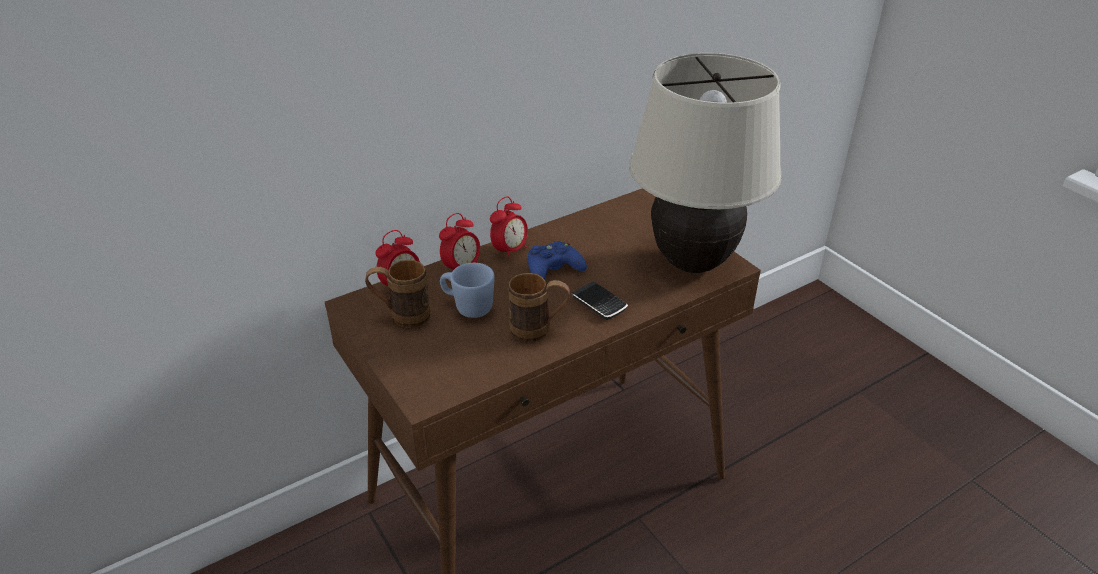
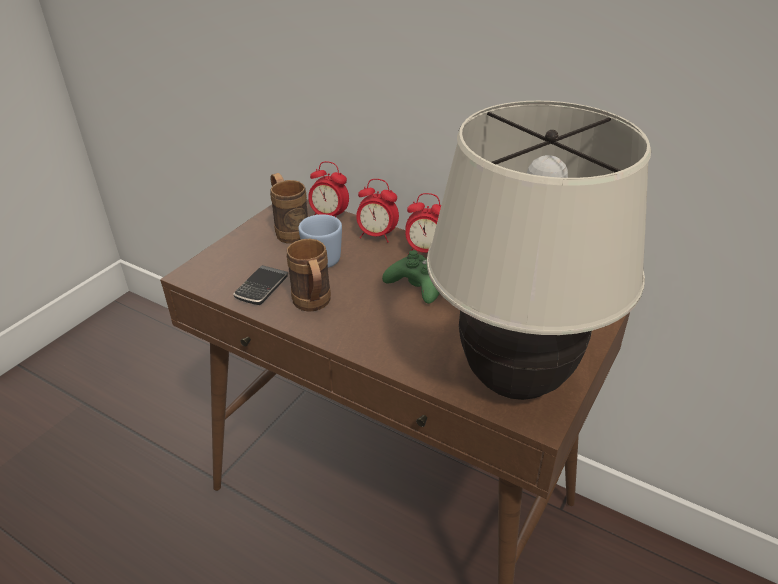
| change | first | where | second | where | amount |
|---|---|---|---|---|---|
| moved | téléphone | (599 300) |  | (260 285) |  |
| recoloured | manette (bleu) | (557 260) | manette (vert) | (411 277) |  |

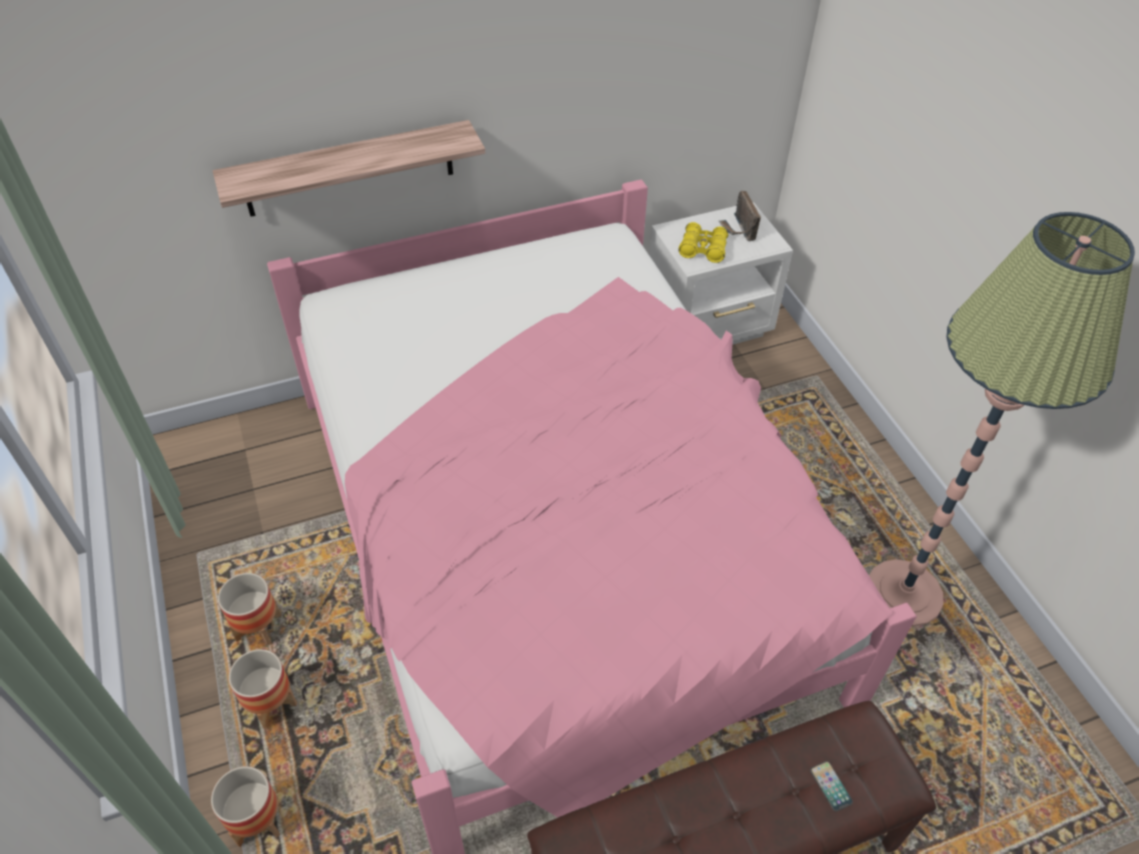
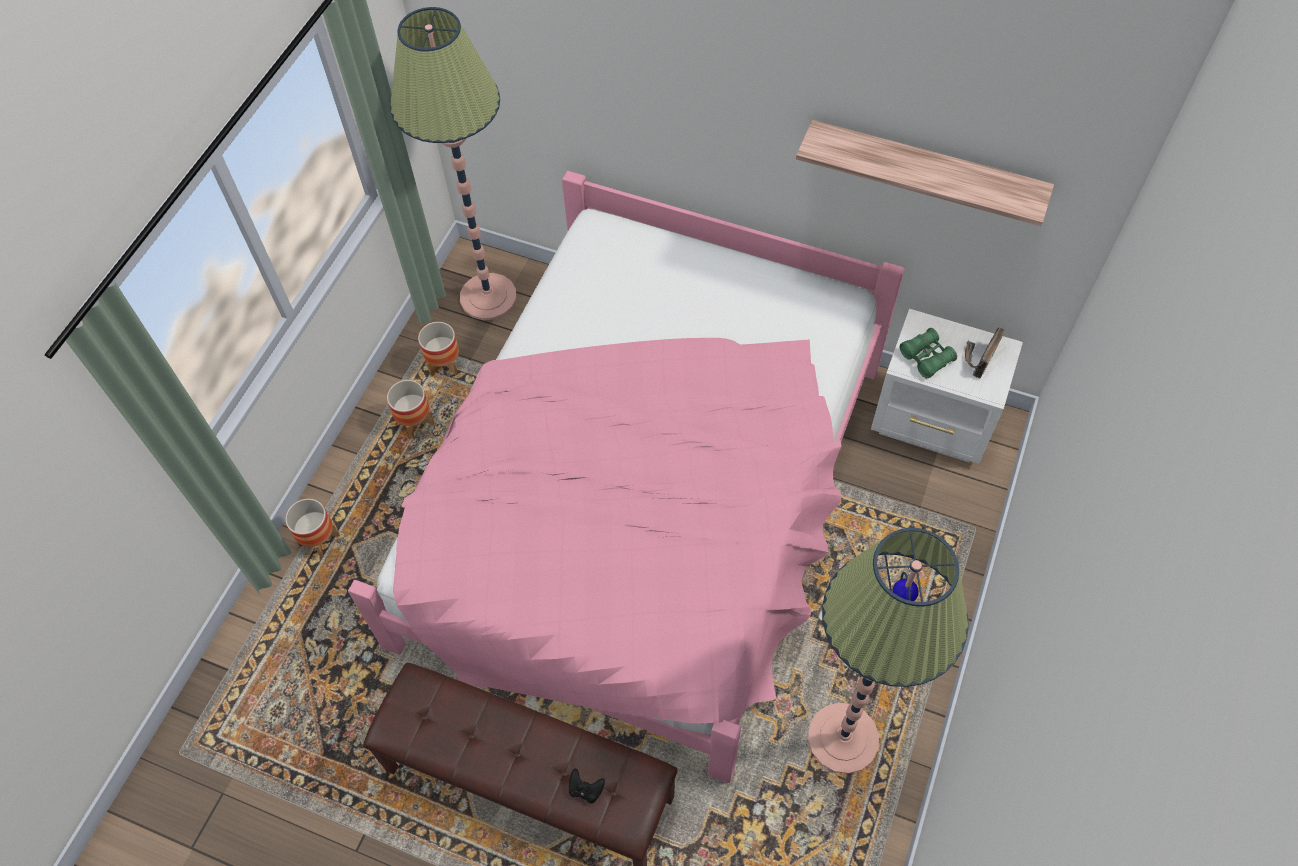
| change | first | where | second | where | amount |
|---|---|---|---|---|---|
| added |  |  | lampadaire | (453 163) |  |
| moved | étagère | (349 168) |  | (925 173) |  |
| moved | cache-pot | (263 689) |  | (438 349) |  |
| replaced | téléphone | (831 786) | manette (noir) | (587 785) |  |
| recoloured | jumelles (jaune) | (703 242) | jumelles (vert) | (928 353) |  |

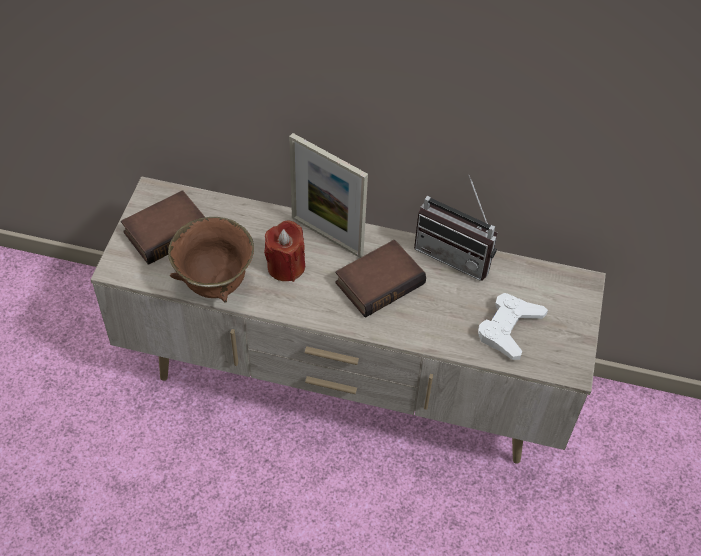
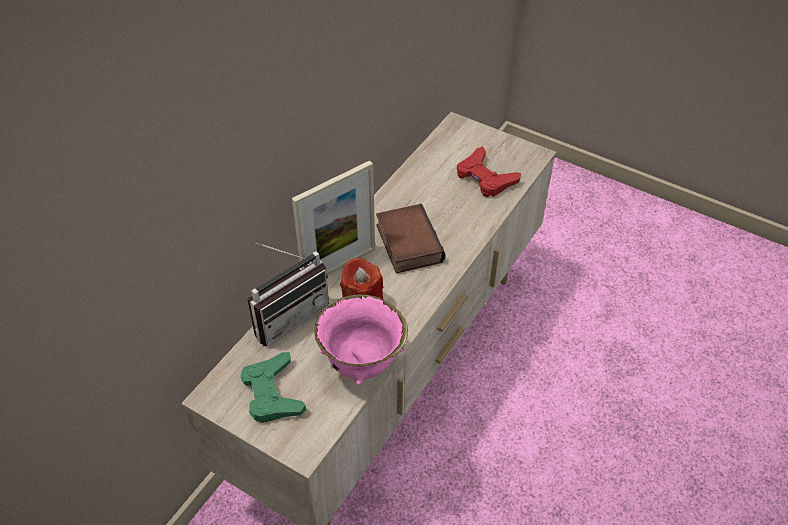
| change | first | where | second | where | amount |
|---|---|---|---|---|---|
| moved | radio | (456 228) |  | (288 295) |  |
| replaced | livre | (163 227) | manette (vert) | (273 387) |  |
| recoloured | bol (marron) | (211 260) | bol (rose) | (361 339) |  |
| recoloured | manette (blanc) | (513 326) | manette (rouge) | (489 171) |  |

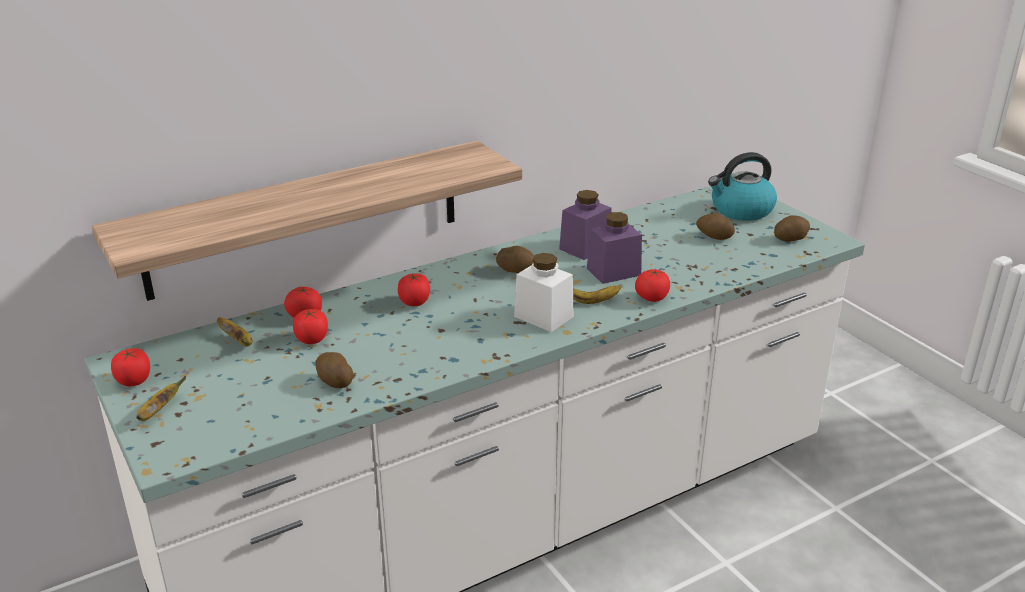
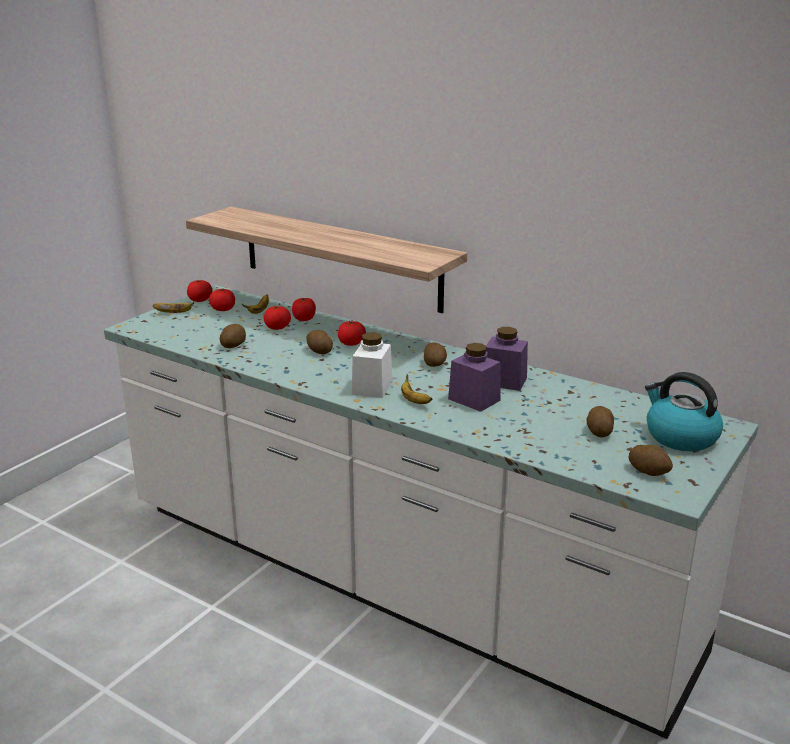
| change | first | where | second | where | amount |
|---|---|---|---|---|---|
| added |  |  | pomme de terre | (319 342) |  |
| moved | tomate | (652 285) |  | (222 300) |  |

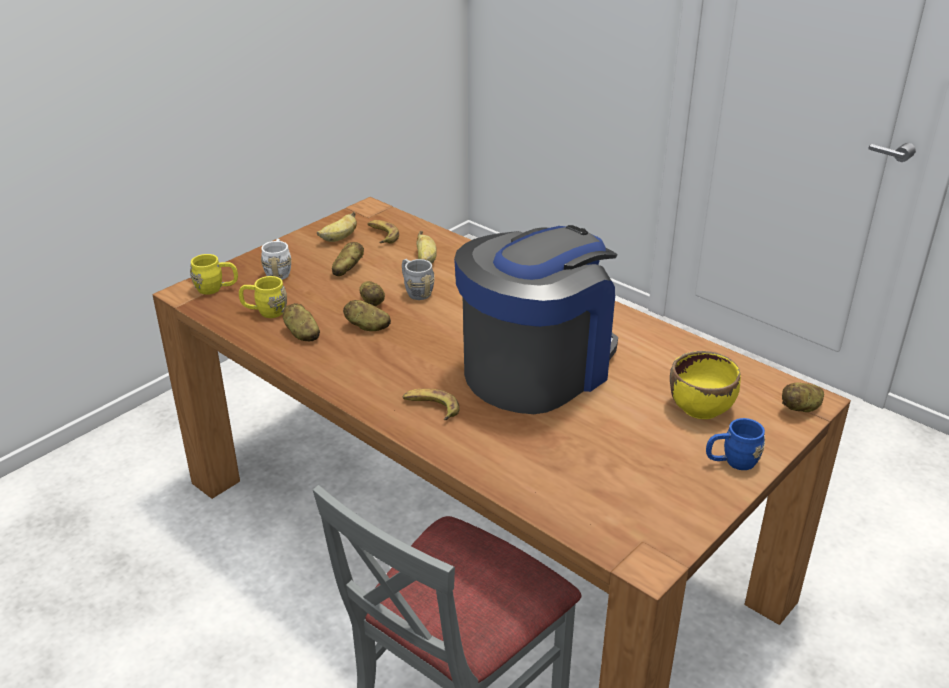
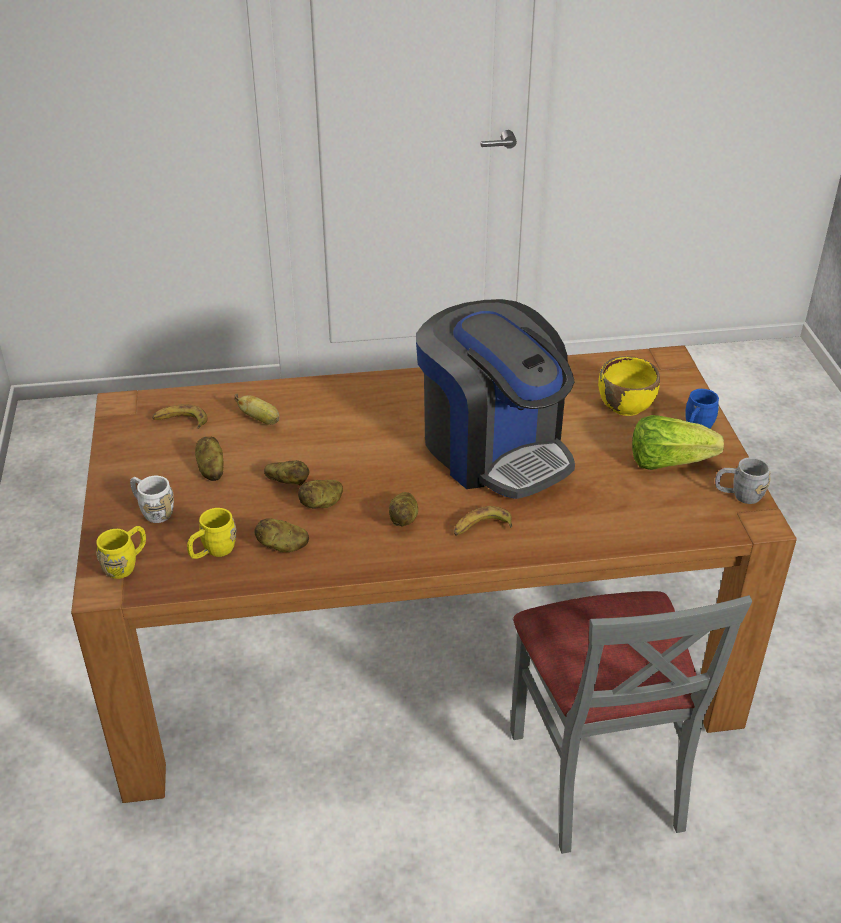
| change | first | where | second | where | amount |
|---|---|---|---|---|---|
| removed | banane | (337 226) |  |  |  |
| added |  |  | laitue | (678 442) |  |
| moved | mug (gris) | (418 279) |  | (743 480) |  |
| moved | pomme de terre | (803 397) |  | (403 509) |  |
| turned | machine à café | (536 319) |  | (495 399) | 150 degrees clockwise |

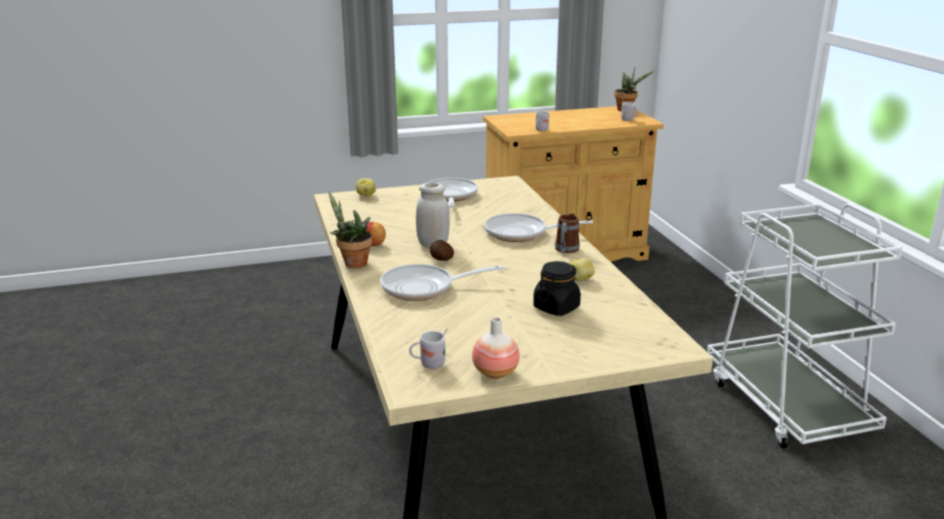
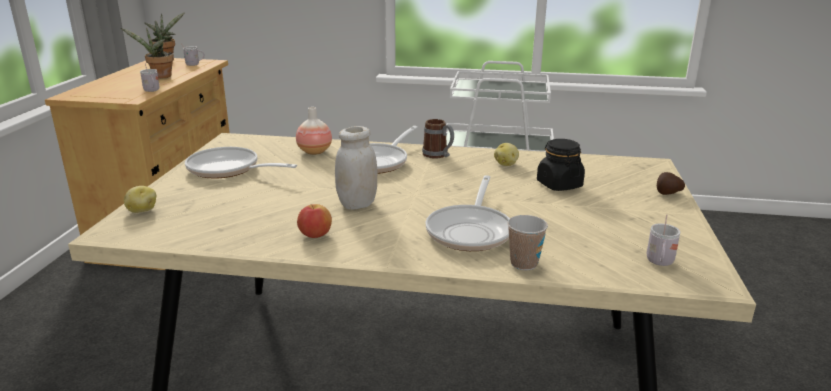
| change | first | where | second | where | amount |
|---|---|---|---|---|---|
| added |  |  | tasse | (527 242) |  |
| moved | plante en pot | (351 229) |  | (147 53) |  |
| moved | pomme de terre | (442 250) |  | (671 183) |  |
| moved | vase | (496 348) |  | (314 131) |  |

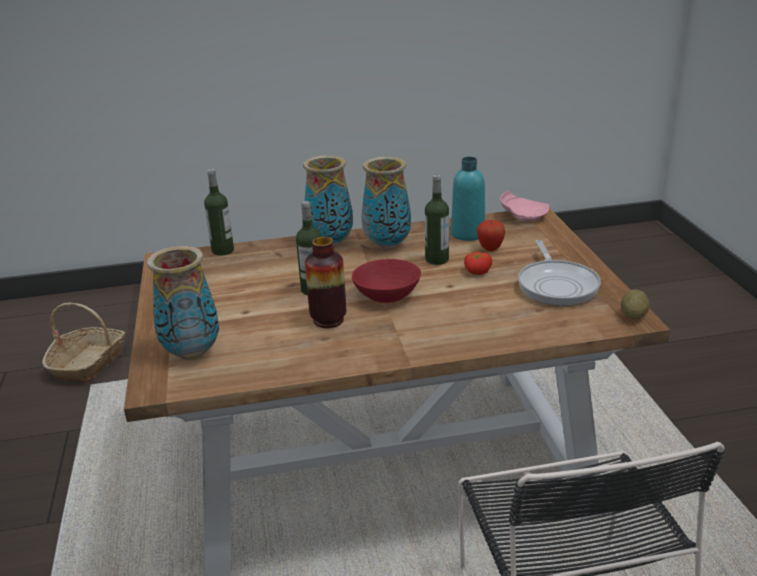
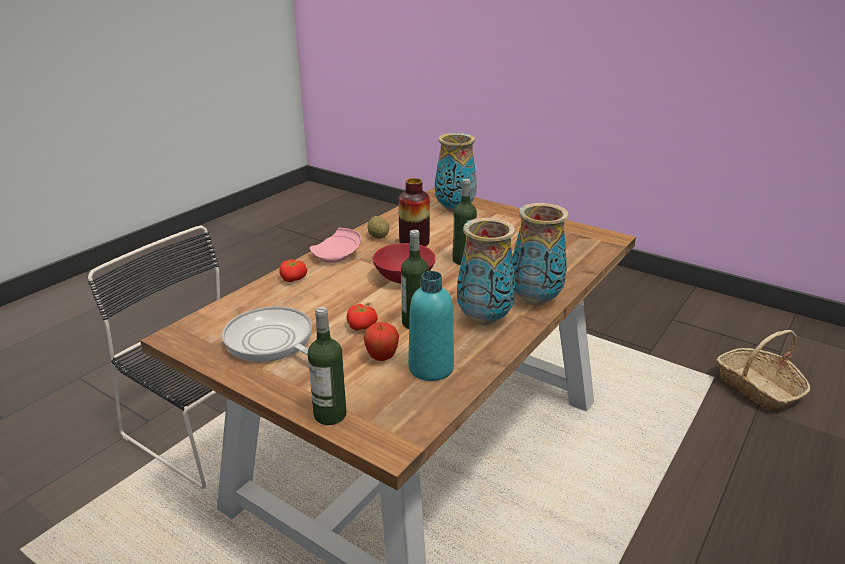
| change | first | where | second | where | amount |
|---|---|---|---|---|---|
| added |  |  | tomate | (293 270) |  |
| moved | bouteille | (219 212) |  | (327 366) |  |
| moved | assiette (rose) | (524 206) |  | (335 245) |  |
| moved | pomme de terre | (635 304) |  | (378 227) |  |

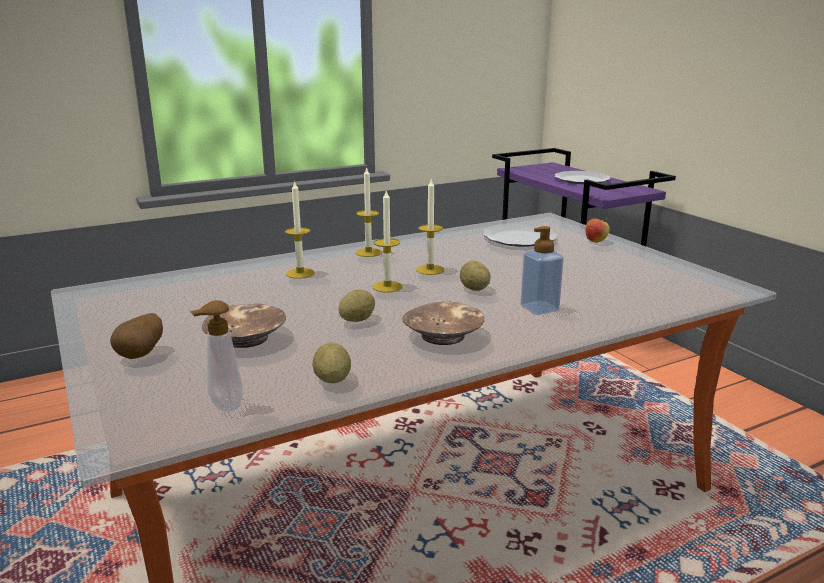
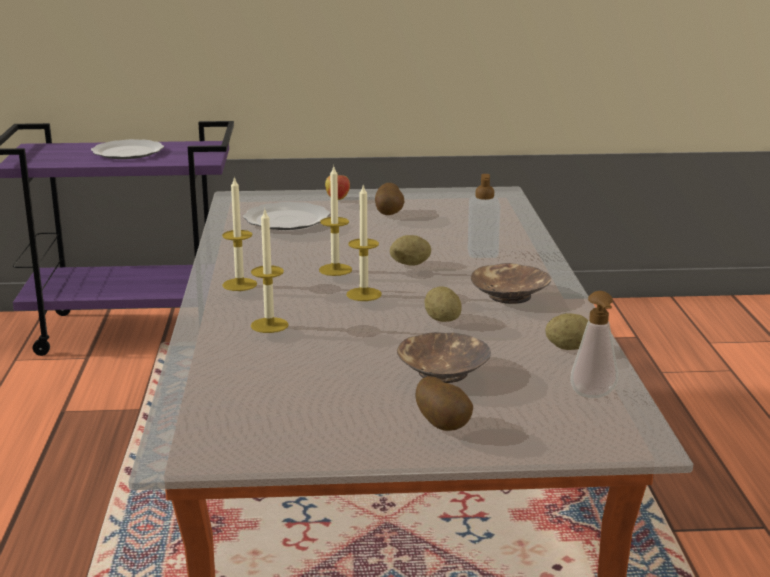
| change | first | where | second | where | amount |
|---|---|---|---|---|---|
| added |  |  | pomme de terre | (389 199) |  |

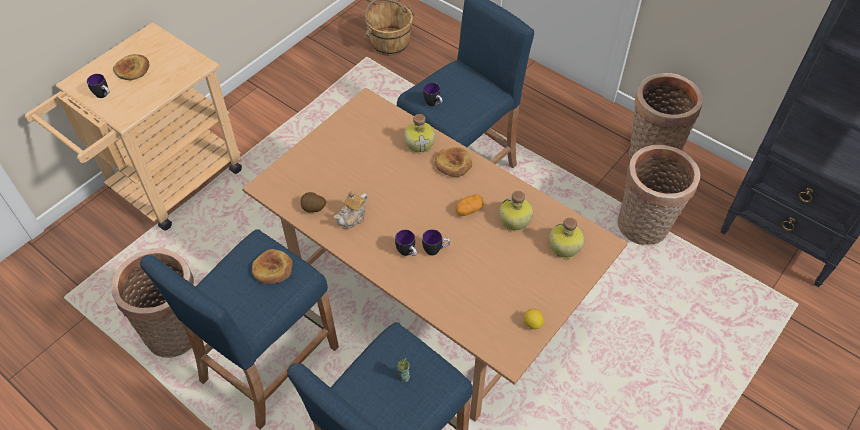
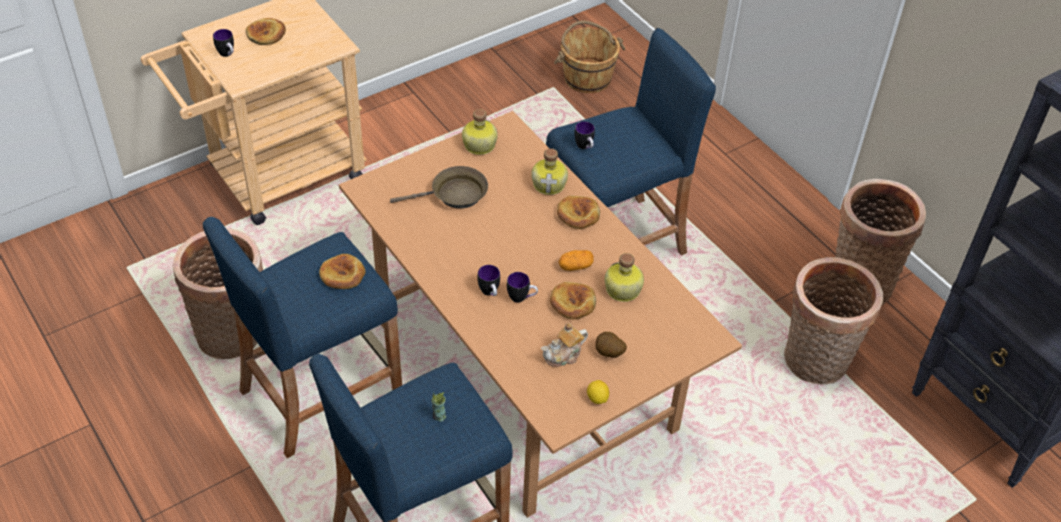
| change | first | where | second | where | amount |
|---|---|---|---|---|---|
| added |  |  | poêle (marron) | (439 187) |  |
| added |  |  | pain | (573 301) |  |
| moved | pomme de terre | (313 202) |  | (611 345) |  |
| moved | théière | (351 210) |  | (564 345) |  |
| moved | bouteille | (566 238) |  | (480 132) |  |

